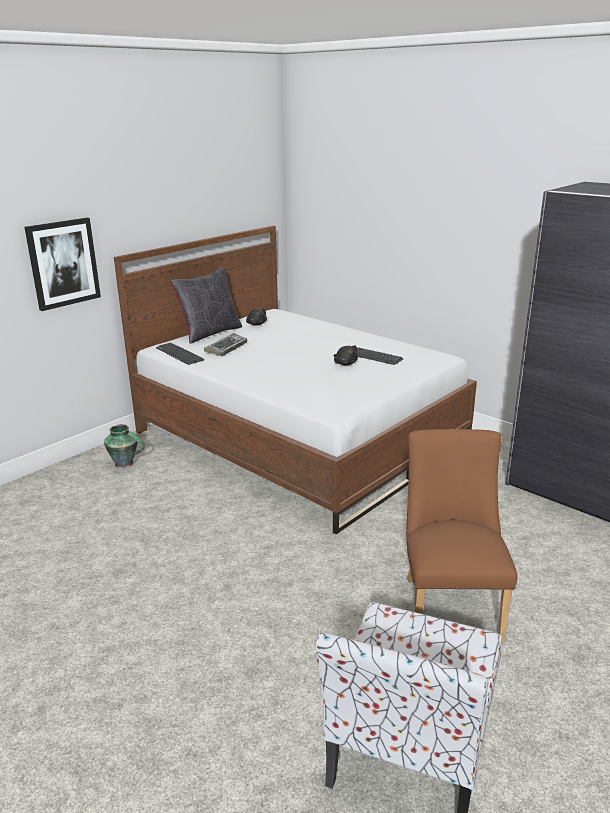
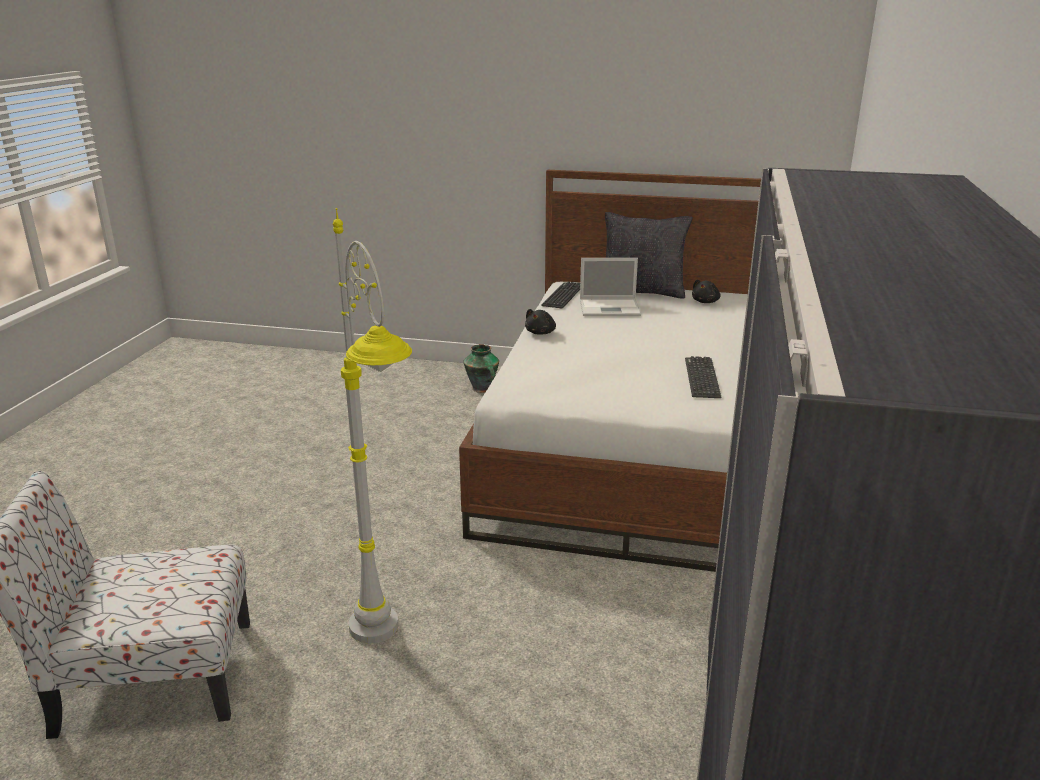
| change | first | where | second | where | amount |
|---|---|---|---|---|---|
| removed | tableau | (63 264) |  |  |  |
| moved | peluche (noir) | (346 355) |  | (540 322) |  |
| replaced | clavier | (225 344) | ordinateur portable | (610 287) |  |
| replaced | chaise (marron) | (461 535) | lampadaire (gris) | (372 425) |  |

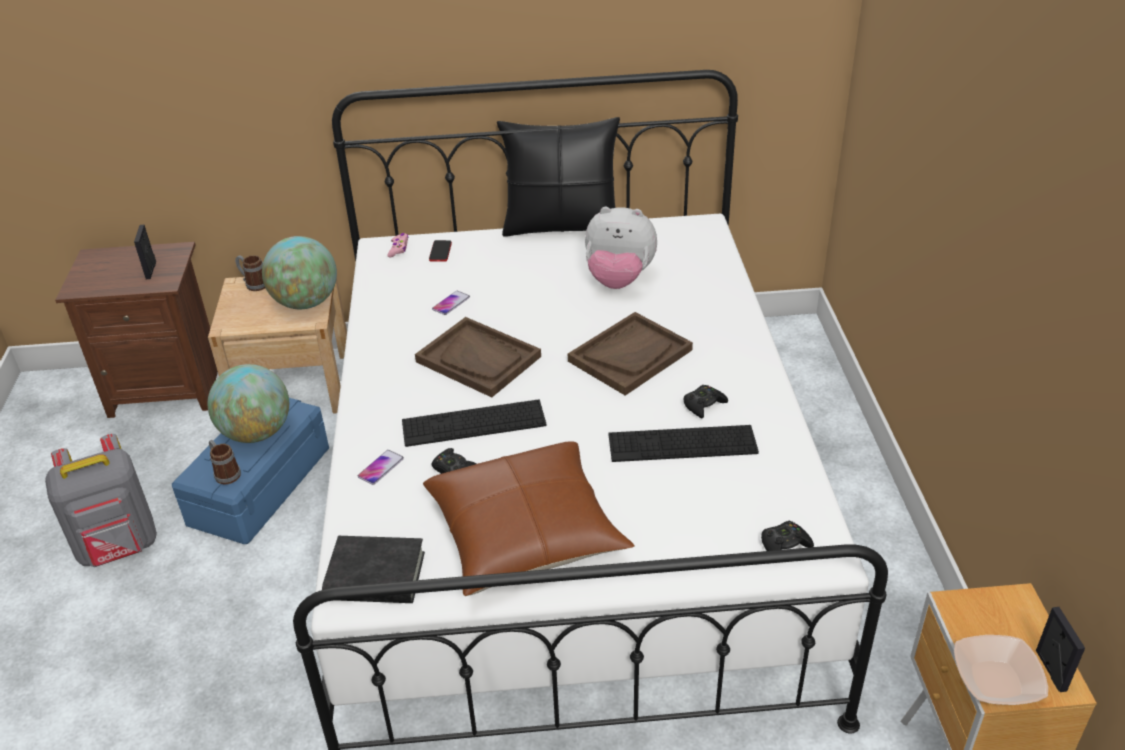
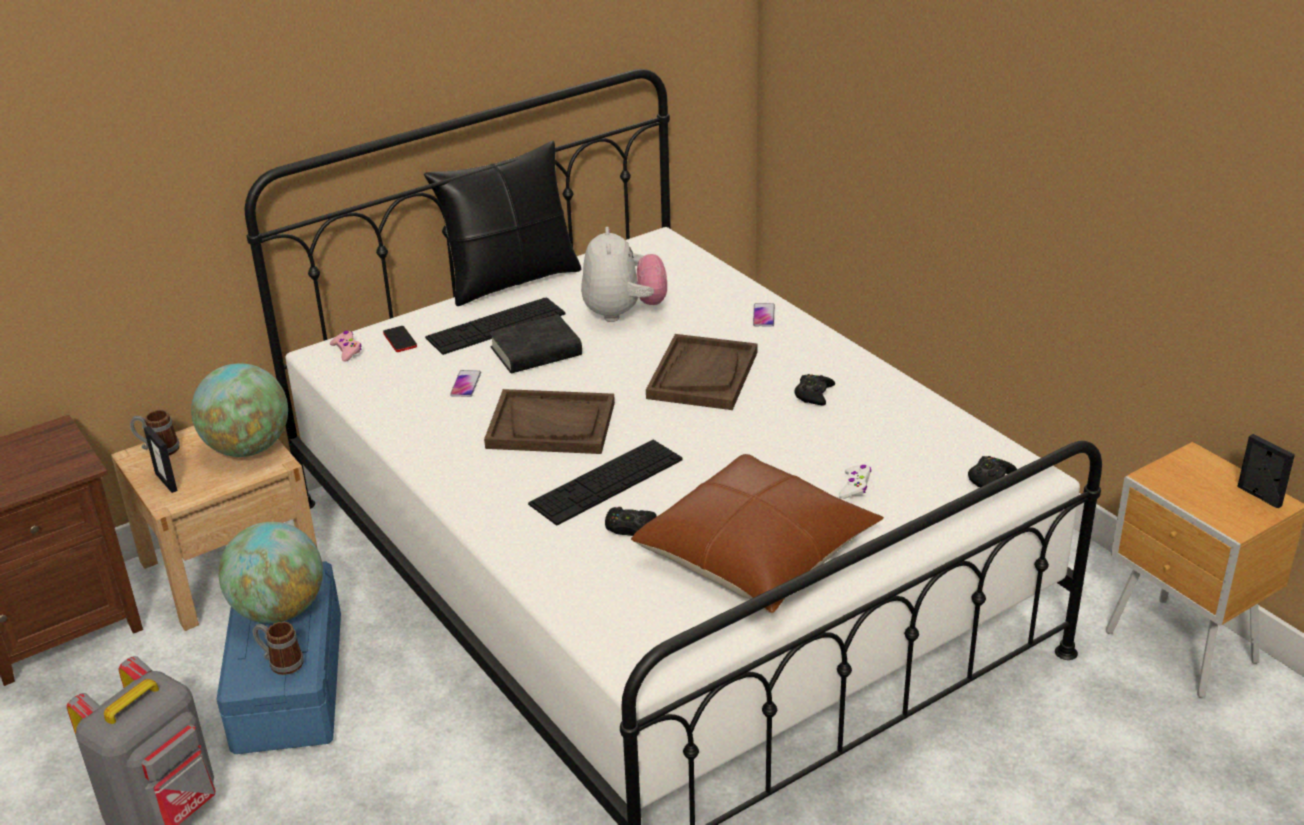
| change | first | where | second | where | amount |
|---|---|---|---|---|---|
| removed | bol | (1001 670) |  |  |  |
| added |  |  | manette (blanc) | (855 482) |  |
| moved | cadre photo | (145 252) |  | (160 459) |  |
| moved | livre (noir) | (373 569) |  | (535 343) |  |
| moved | téléphone | (381 467) |  | (764 315) |  |
| moved | clavier | (683 443) |  | (495 326) |  |
| turned | peluche | (621 248) |  | (624 274) | 75 degrees counterclockwise |

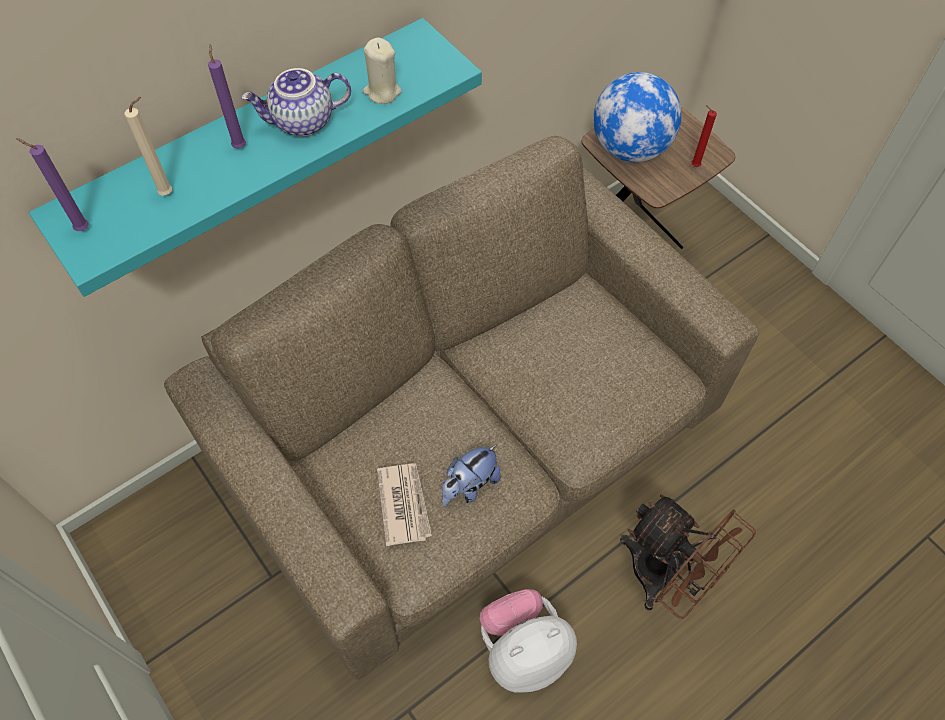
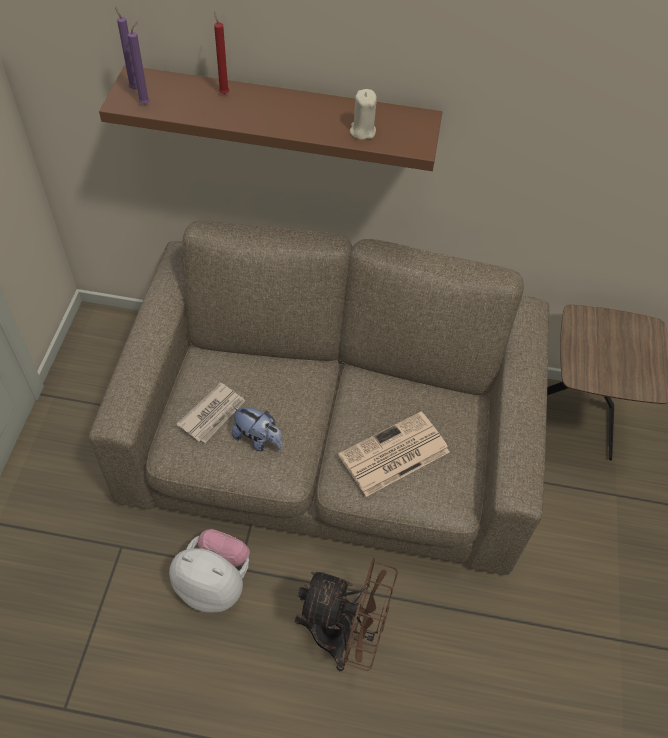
| change | first | where | second | where | amount |
|---|---|---|---|---|---|
| removed | bougie (beige) | (148 146) |  |  |  |
| removed | théière | (296 102) |  |  |  |
| removed | globe | (637 117) |  |  |  |
| added |  |  | journal | (393 454) |  |
| moved | bougie (violet) | (227 96) |  | (139 62) |  |
| moved | bougie (rouge) | (704 136) |  | (221 52) |  |
| recoloured | étagère (turquoise) | (255 157) | étagère (marron) | (270 118) |  |
| turned | peluche | (471 475) |  | (257 429) | 150 degrees counterclockwise |
| turned | ventilateur (marron) | (688 556) |  | (346 614) | 75 degrees counterclockwise |

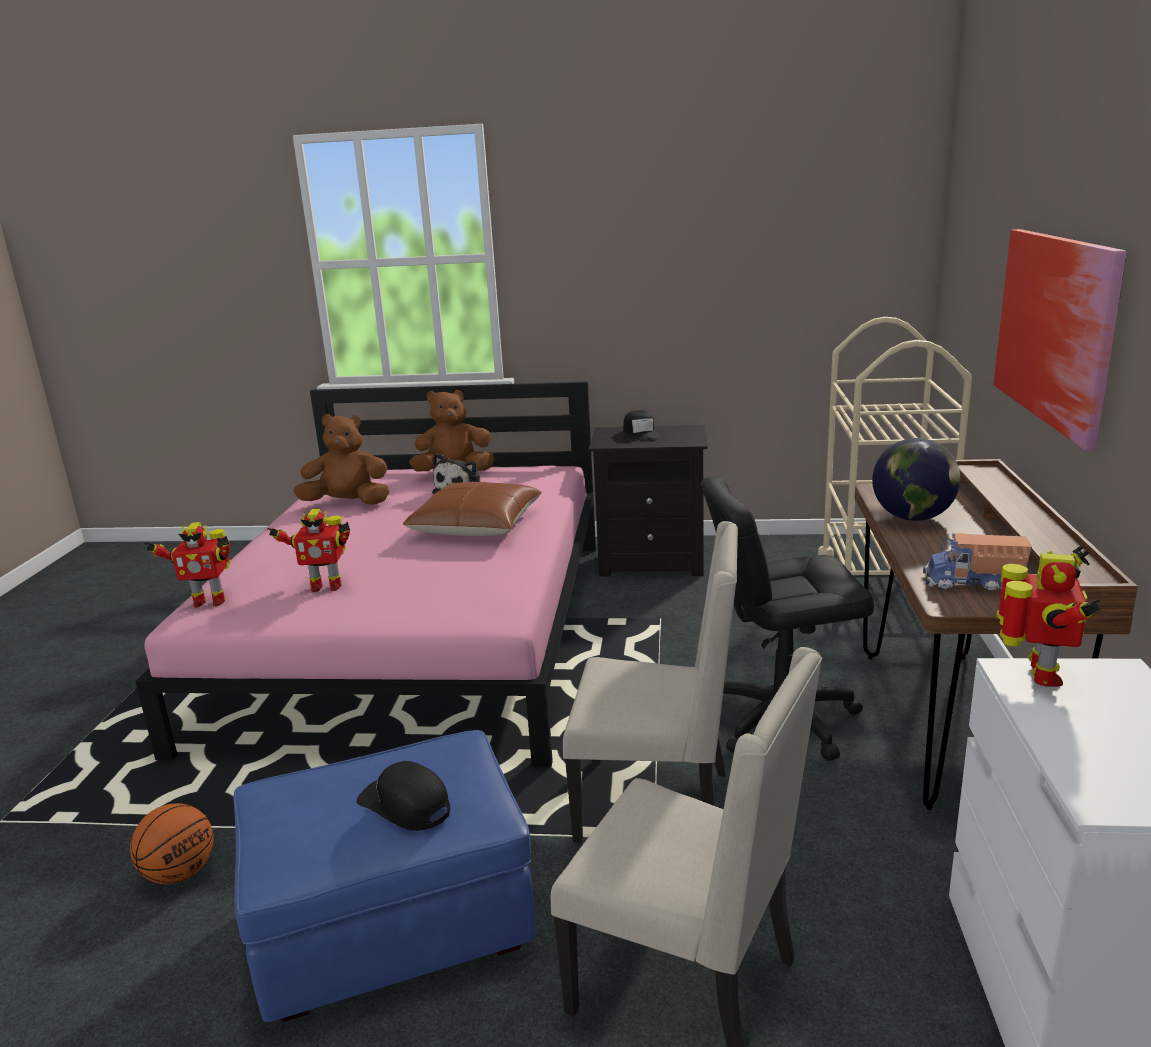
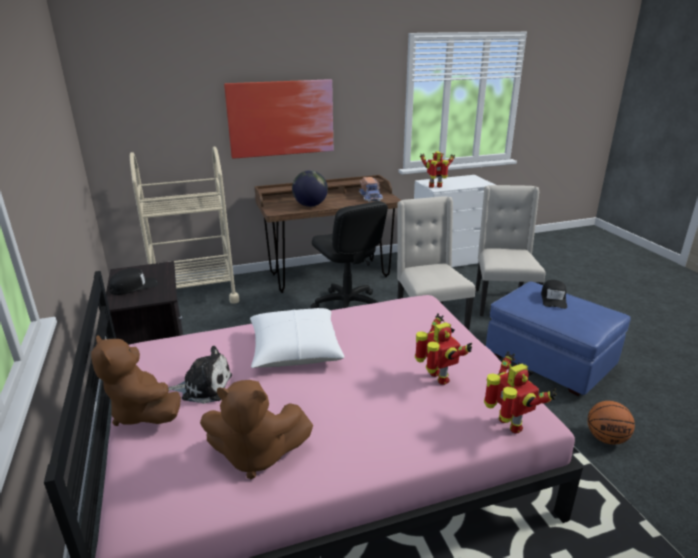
| change | first | where | second | where | amount |
|---|---|---|---|---|---|
| recoloured | coussin (marron) | (472 509) | coussin (blanc) | (297 338) |  |
| turned | peluche (marron) | (341 459) |  | (256 429) | 60 degrees counterclockwise |

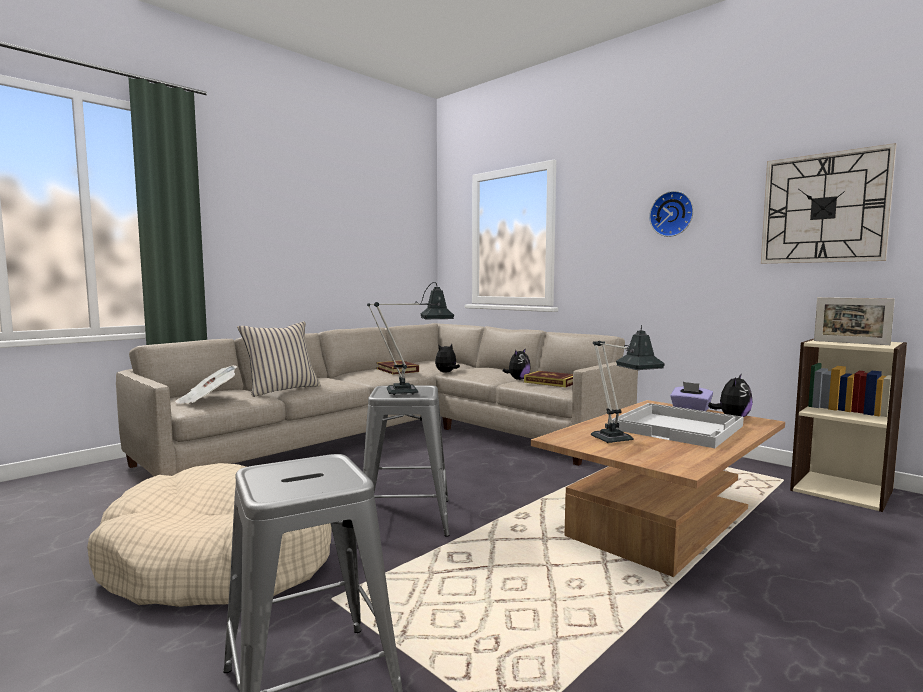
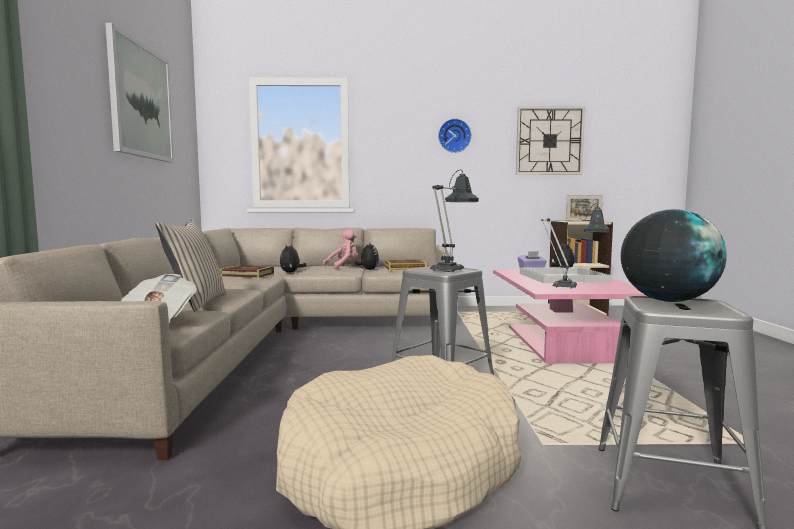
| change | first | where | second | where | amount |
|---|---|---|---|---|---|
| added |  |  | tableau | (139 93) |  |
| added |  |  | peluche (rose) | (340 249) |  |
| added |  |  | globe | (674 255) |  |
| recoloured | table basse (marron) | (658 488) | table basse (rose) | (569 316) |  |

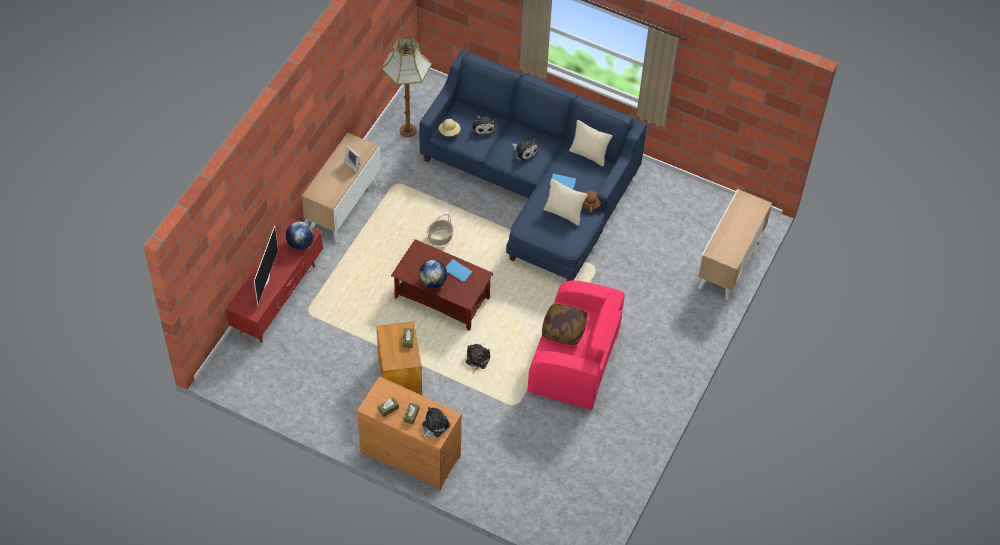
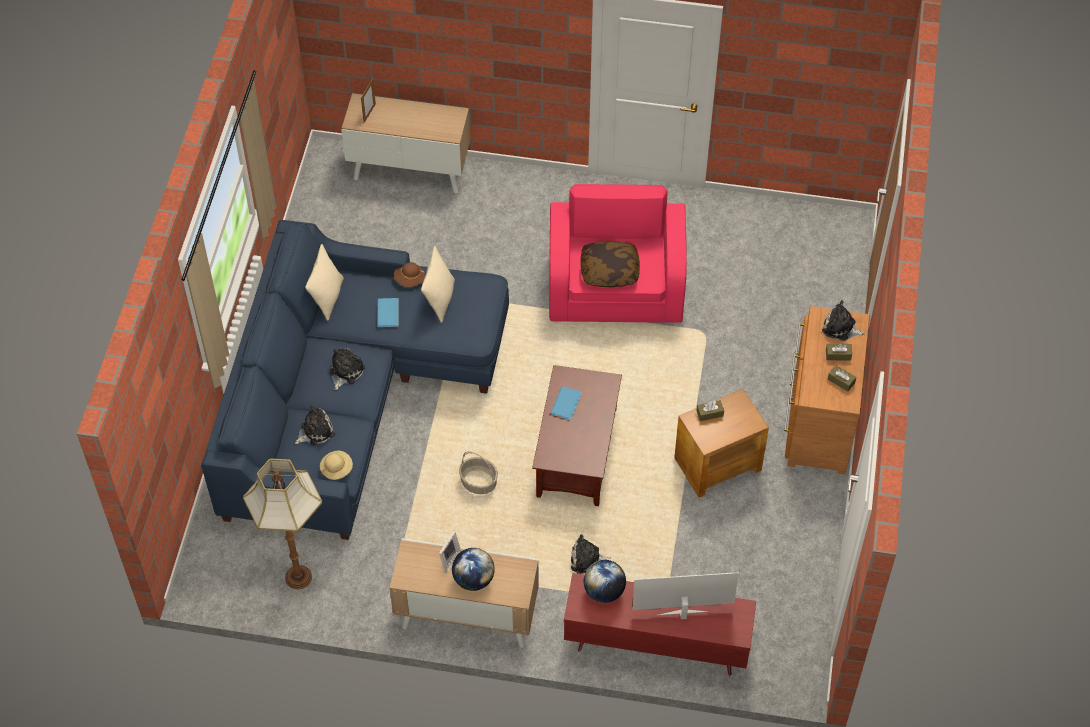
| change | first | where | second | where | amount |
|---|---|---|---|---|---|
| added |  |  | cadre photo | (368 101) |  |
| moved | globe | (433 274) |  | (473 569) |  |
| moved | peluche | (478 359) |  | (591 554) |  |

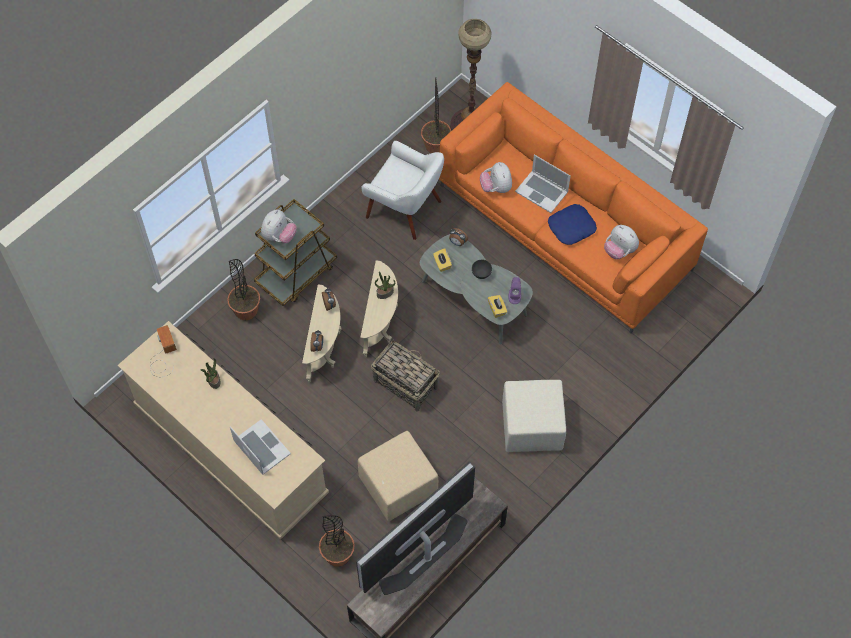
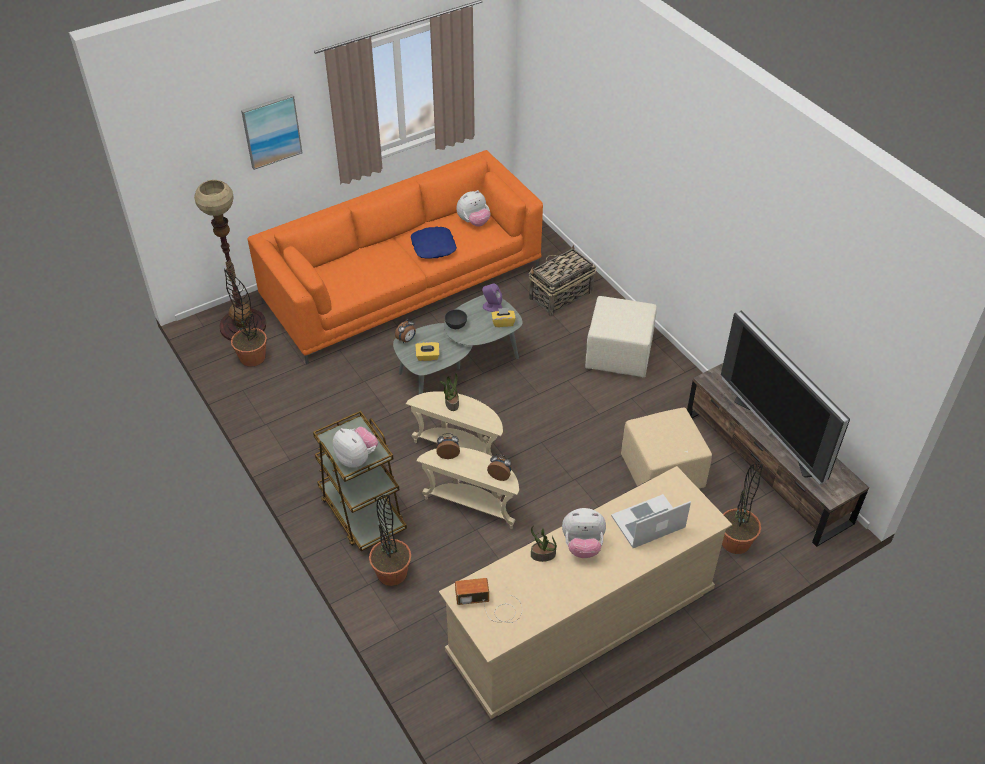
| change | first | where | second | where | amount |
|---|---|---|---|---|---|
| removed | fauteuil (blanc) | (402 190) |  |  |  |
| removed | ordinateur portable | (543 183) |  |  |  |
| added |  |  | tableau | (271 132) |  |
| moved | panier | (405 376) |  | (562 280) |  |
| moved | peluche | (496 177) |  | (584 533) |  |

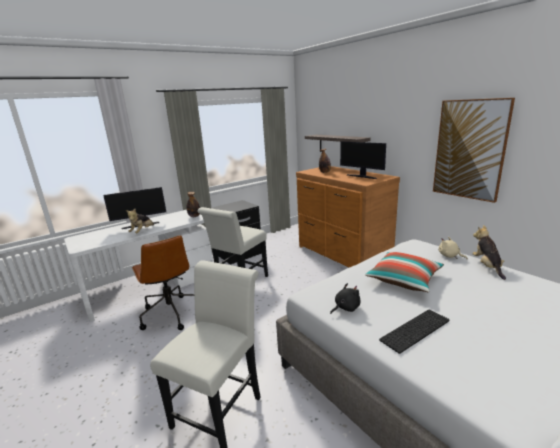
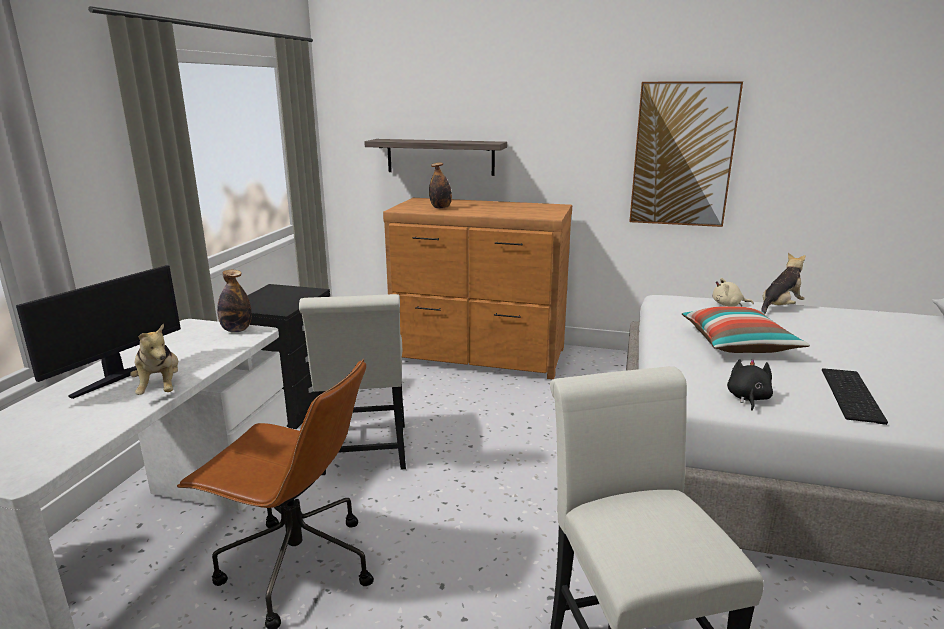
| change | first | where | second | where | amount |
|---|---|---|---|---|---|
| removed | écran d'ordinateur | (363 160) |  |  |  |
| turned | peluche | (489 252) |  | (783 283) | 90 degrees clockwise |

